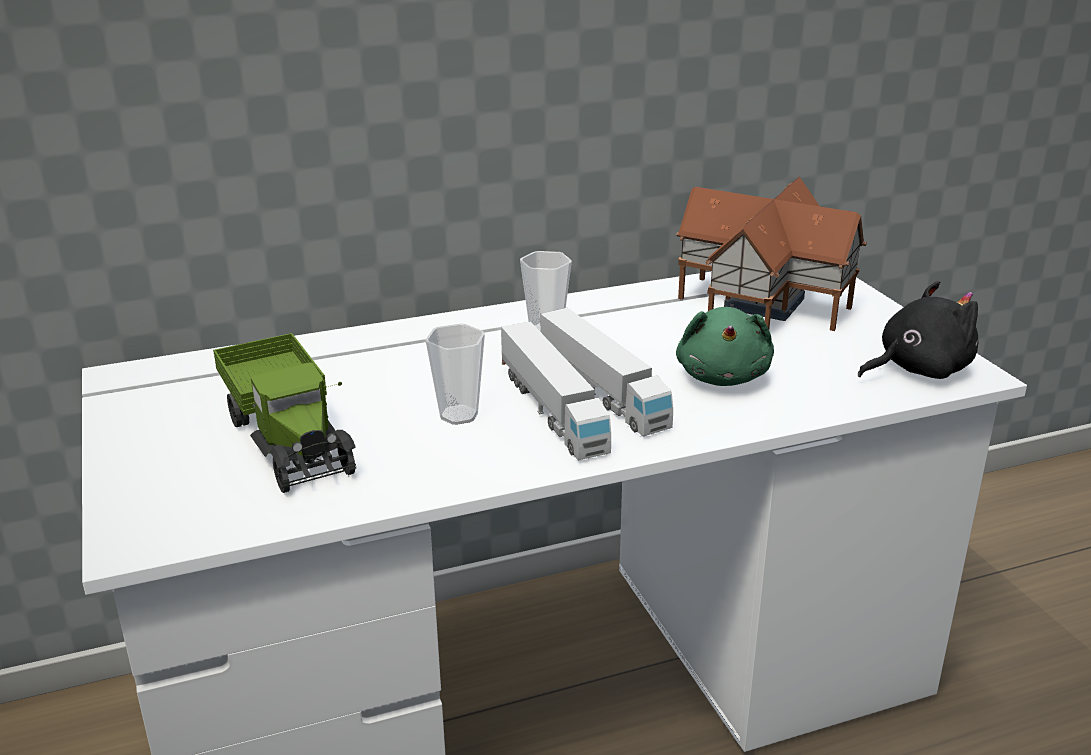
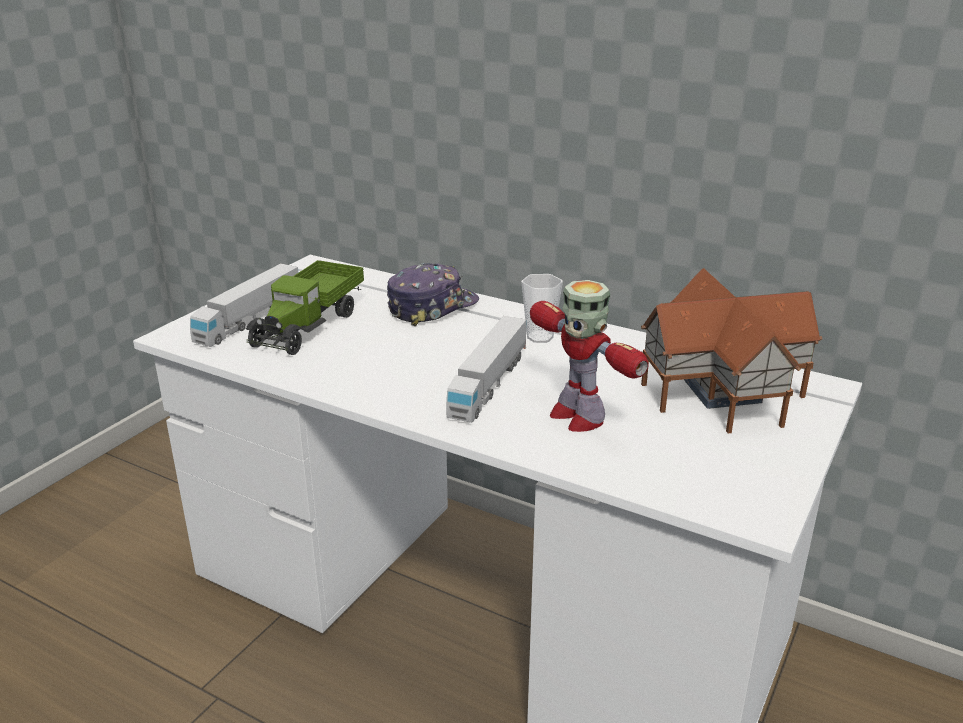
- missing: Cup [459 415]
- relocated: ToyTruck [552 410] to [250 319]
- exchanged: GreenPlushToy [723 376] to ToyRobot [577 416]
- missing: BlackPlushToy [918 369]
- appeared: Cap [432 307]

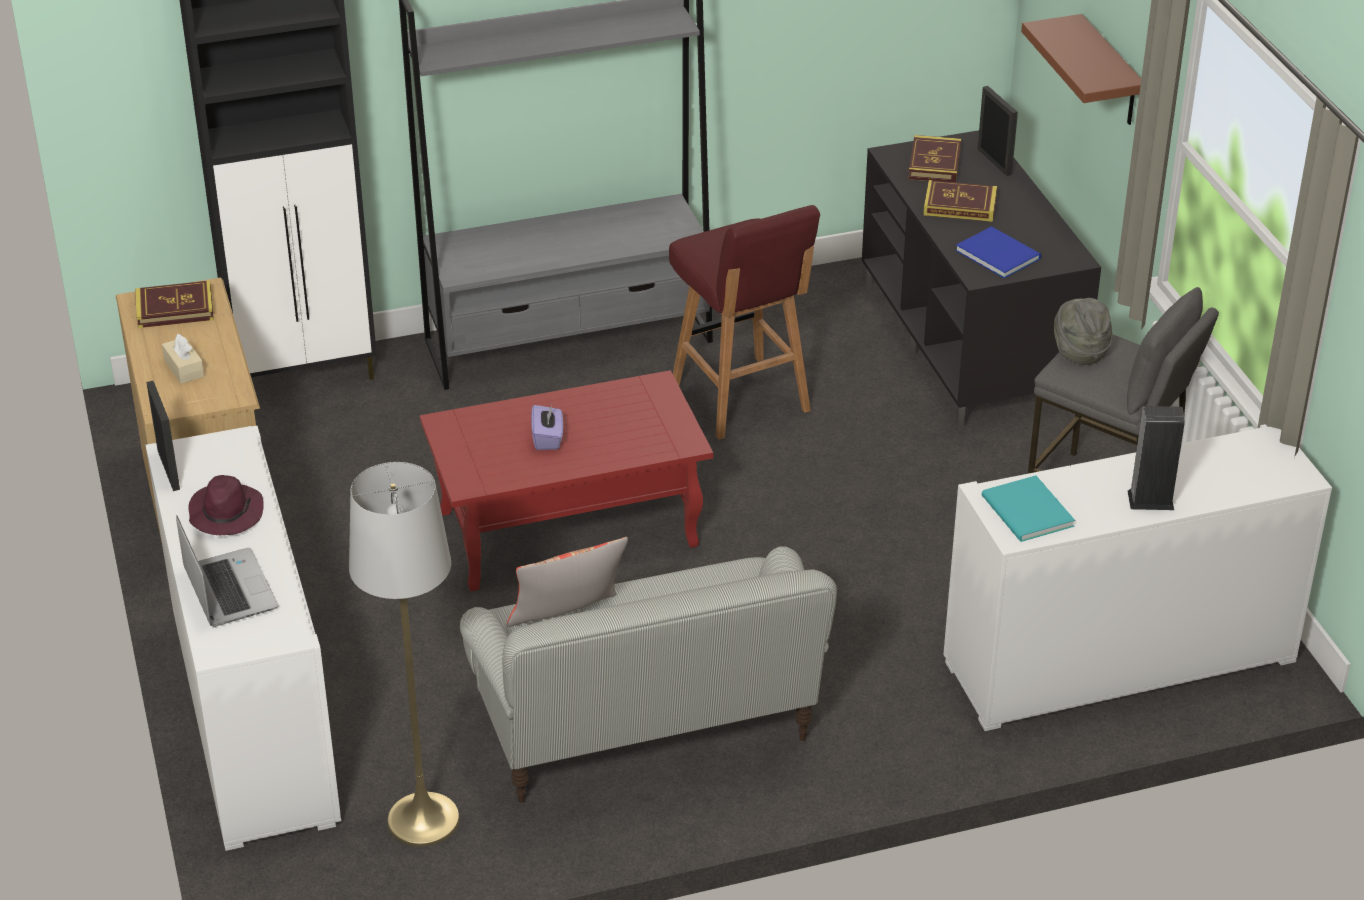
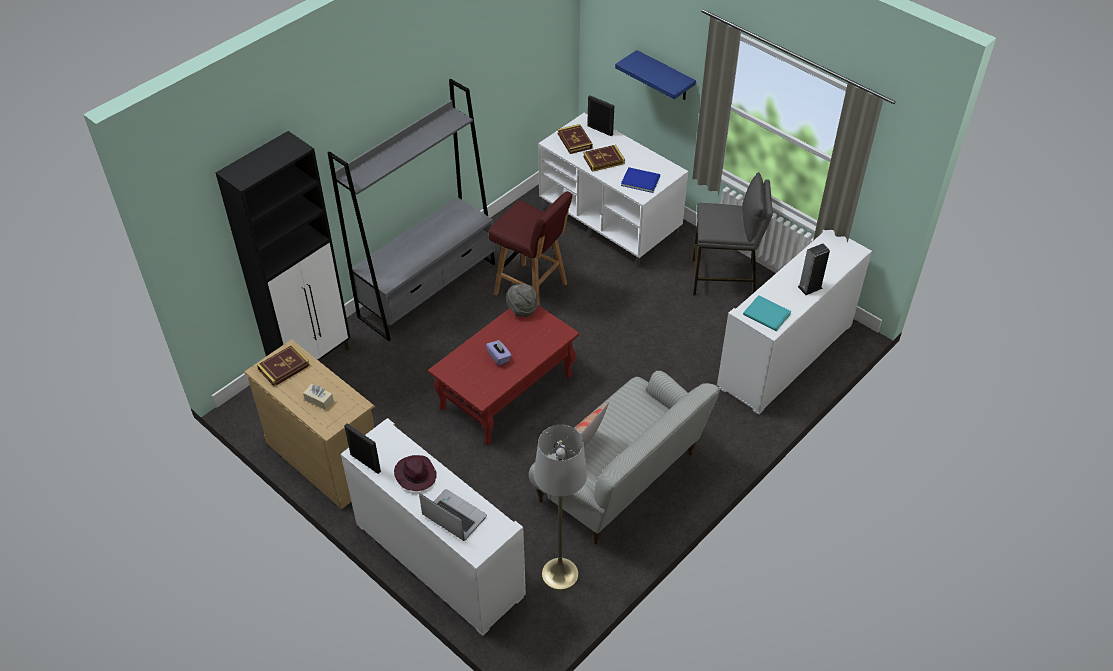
- colour: BlackTvStand [971 346] to WhiteTvStand [611 221]
- colour: BrownShelf [1110 73] to BlueShelf [665 76]
- relocated: GreyHat [1079 352] to [522 309]

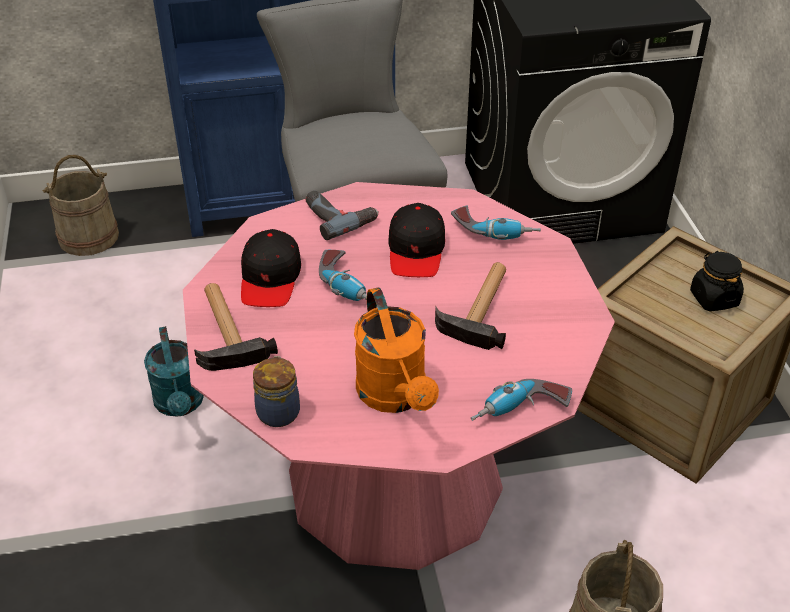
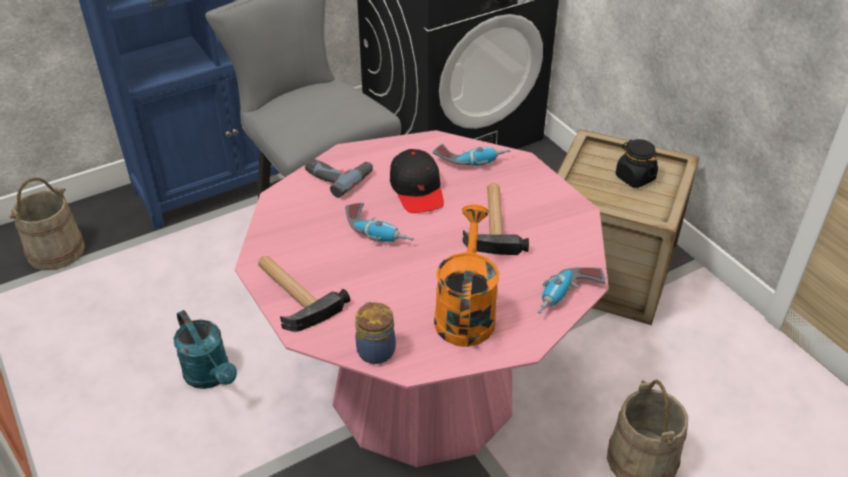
- missing: BlackCap [270 278]
- spun: OrangeWateringCan [396 397] = [465 311] 135 degrees counterclockwise

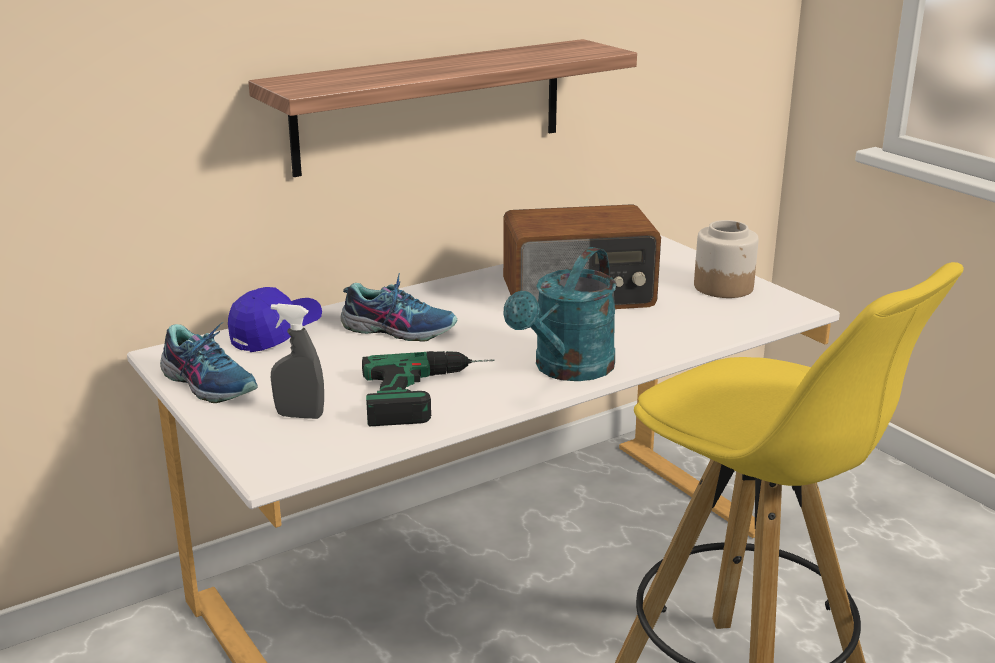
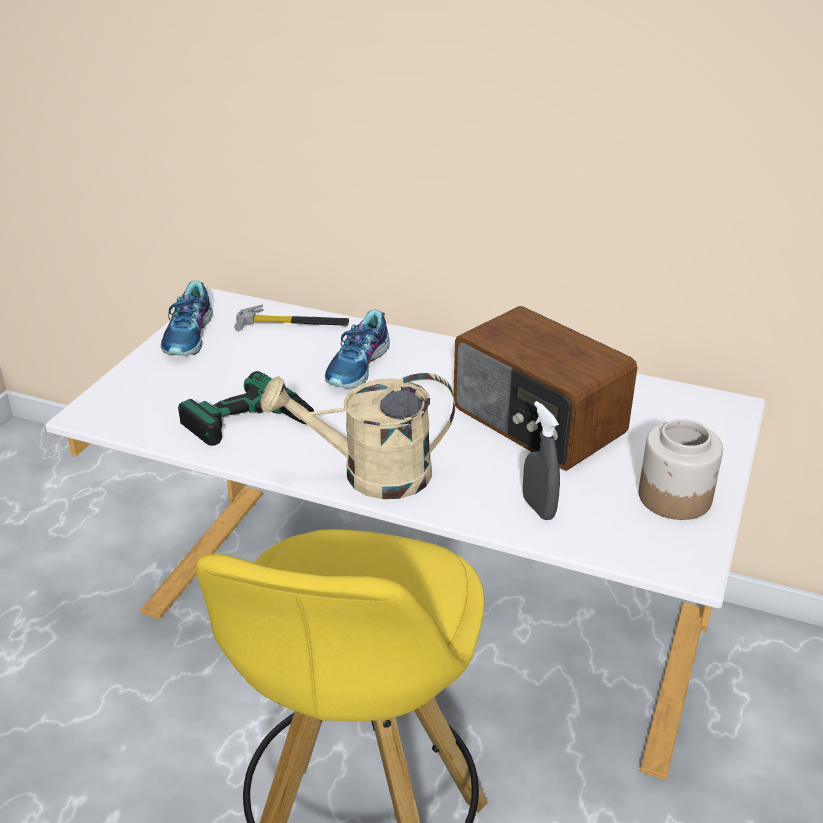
- exchanged: BlueCap [276 334] to Hammer [293 323]
- missing: Shelf [430 106]
- relocated: GreySprayBottle [300 415] to [538 508]
- spun: Shoe [399 329] = [359 366] 45 degrees clockwise
- colour: TurquoiseWateringCan [567 370] to BeigeWateringCan [370 475]

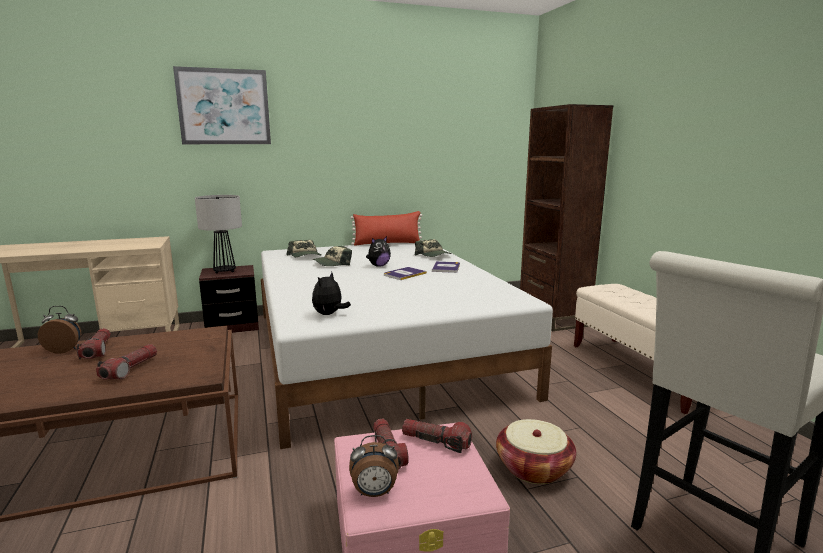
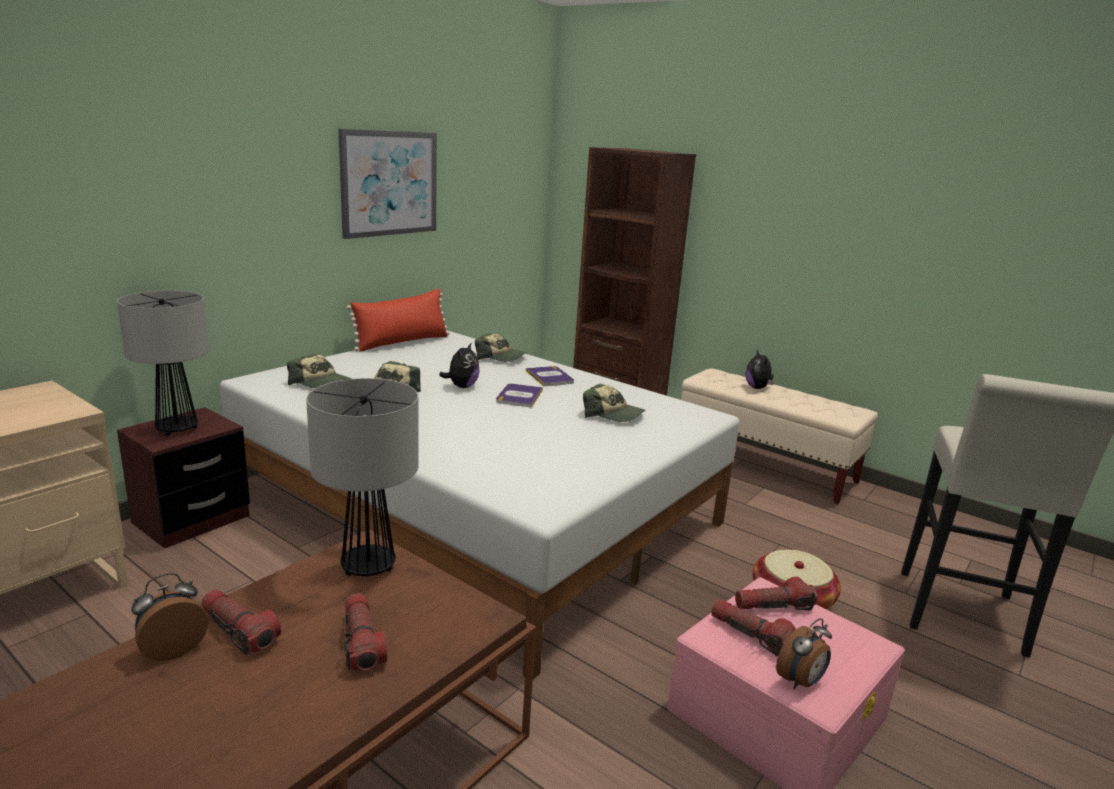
- relocated: Picture [224 107] to [389 183]
- relocated: PlushToy [329 314] to [758 388]
- appeared: TableLamp [368 566]
- appeared: Cap [613 414]

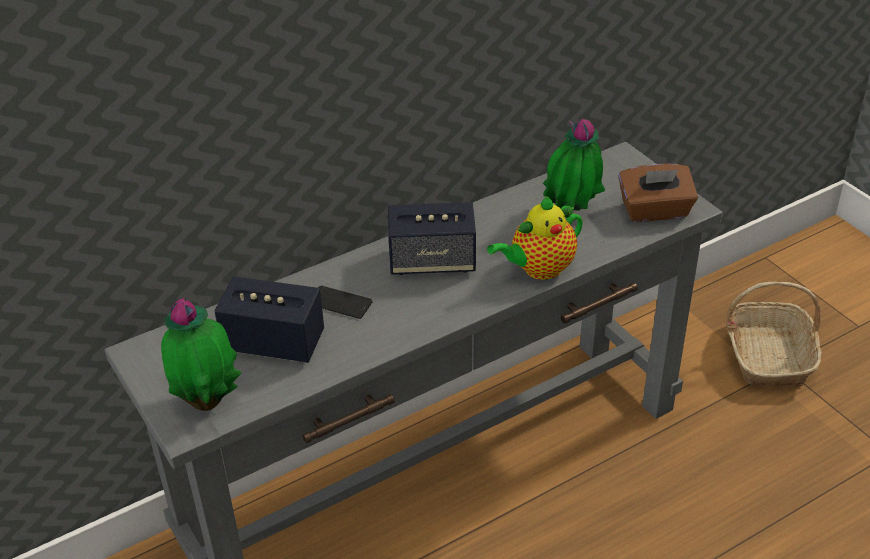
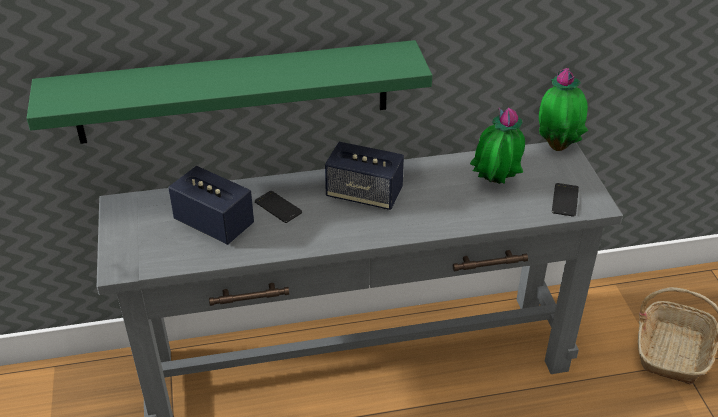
- relocated: PottedPlant [207 400] to [557 146]
- missing: Teapot [539 269]
- exchanged: BrownTissueBox [655 211] to Phone [565 200]
- appeared: GreenShelf [233 92]

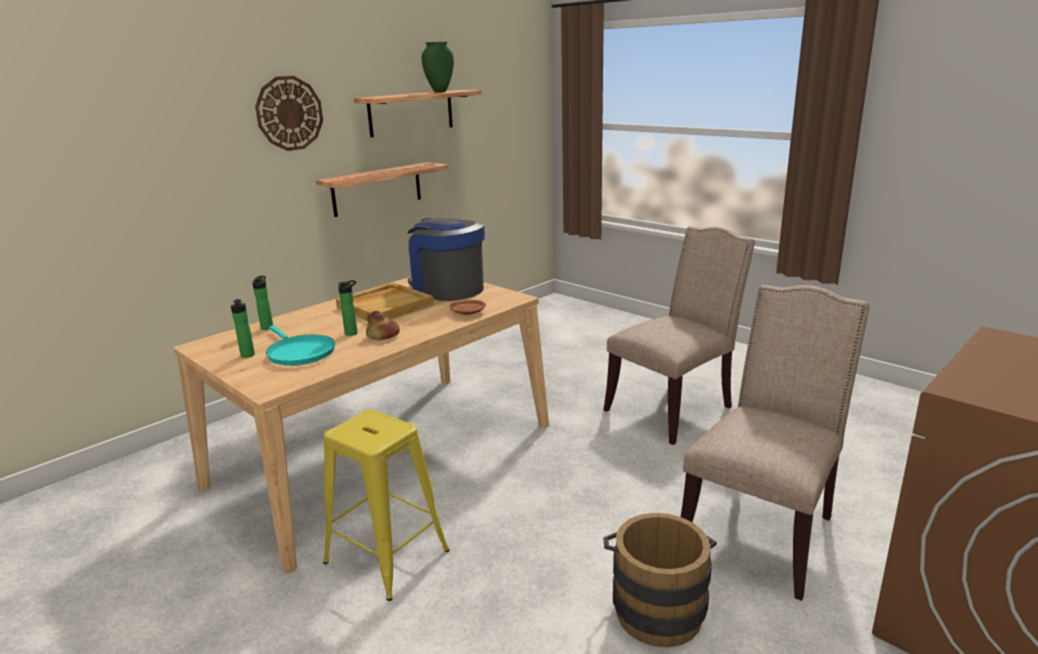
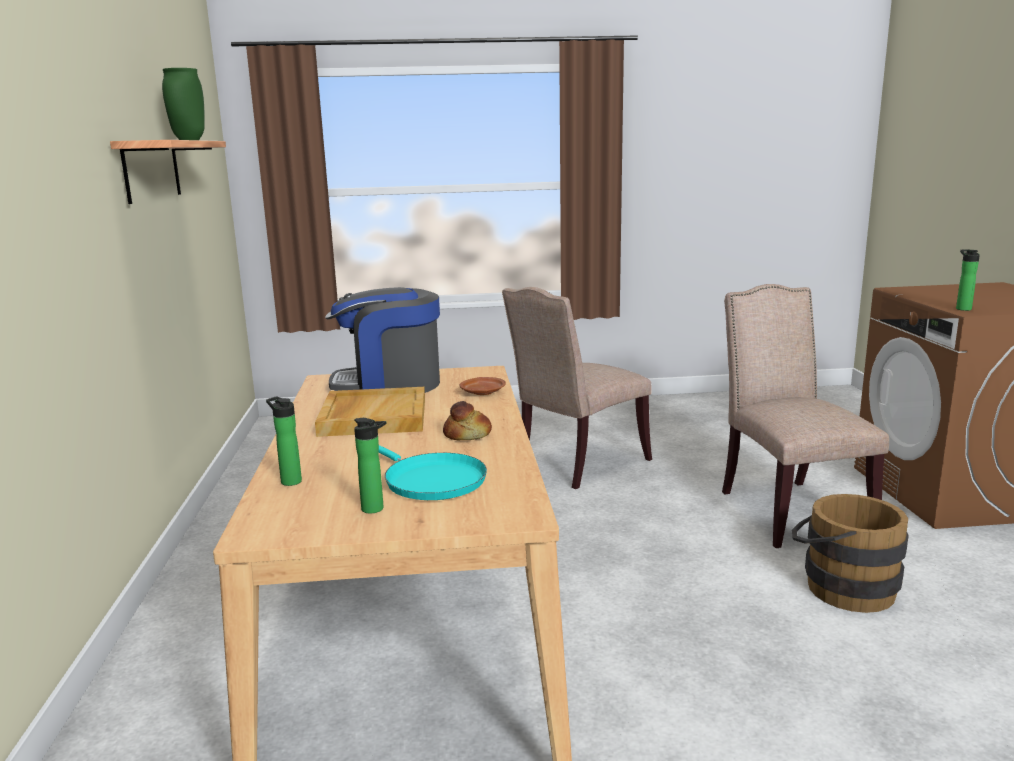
- missing: WallClock [289 113]
- spun: TurquoiseFryingPan [299 353] = [430 480] 45 degrees clockwise
- missing: Shelf [377 189]
- missing: YellowStool [386 556]
- relocated: Bottle [353 333] to [962 309]
- spun: BeigeChair [674 408] = [577 464] 135 degrees counterclockwise

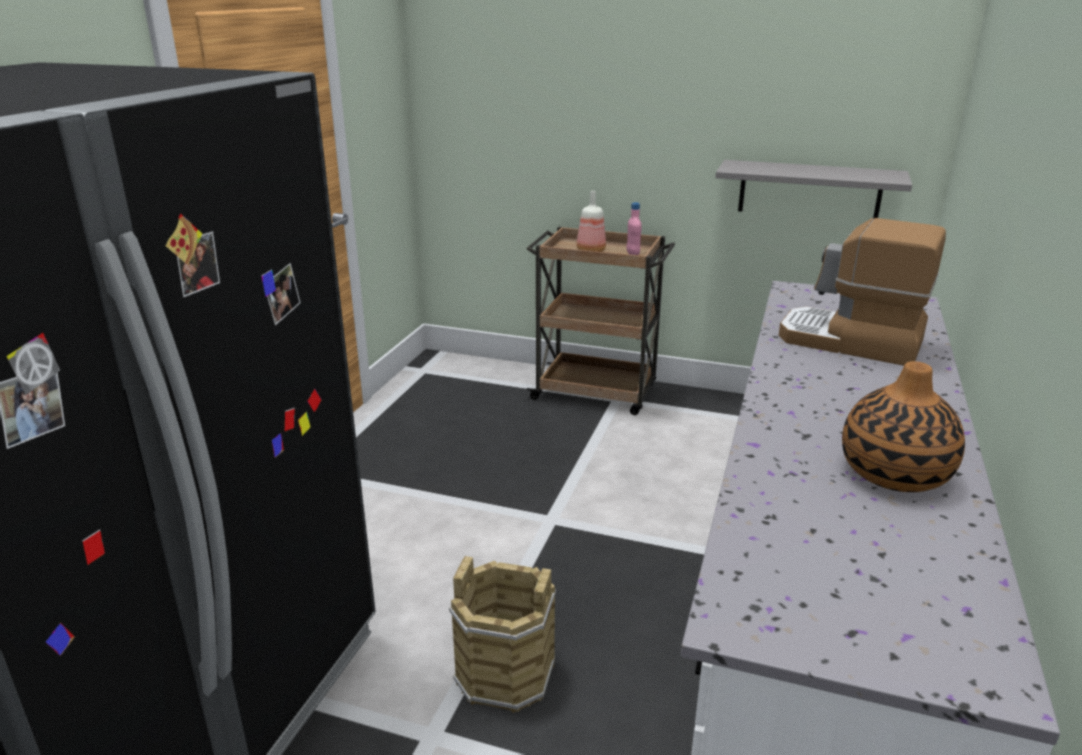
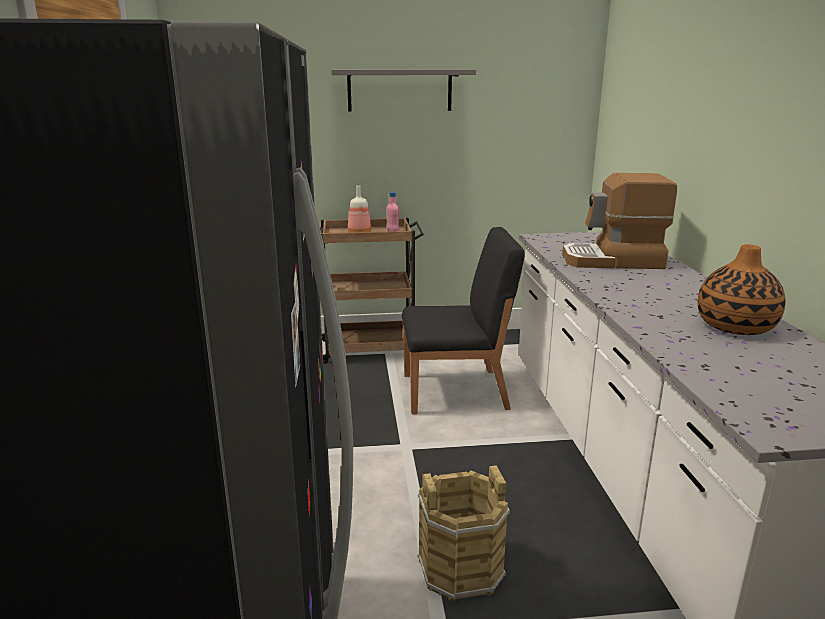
- relocated: GreyShelf [809 190] to [399 90]
- appeared: BlackChair [456 391]

